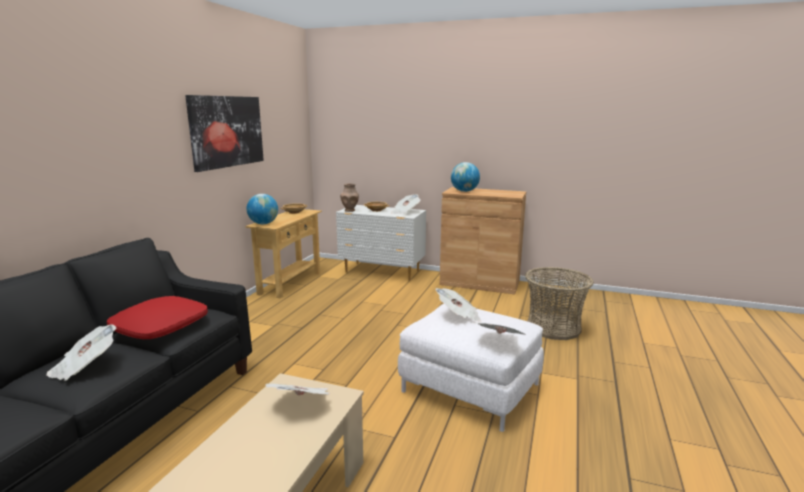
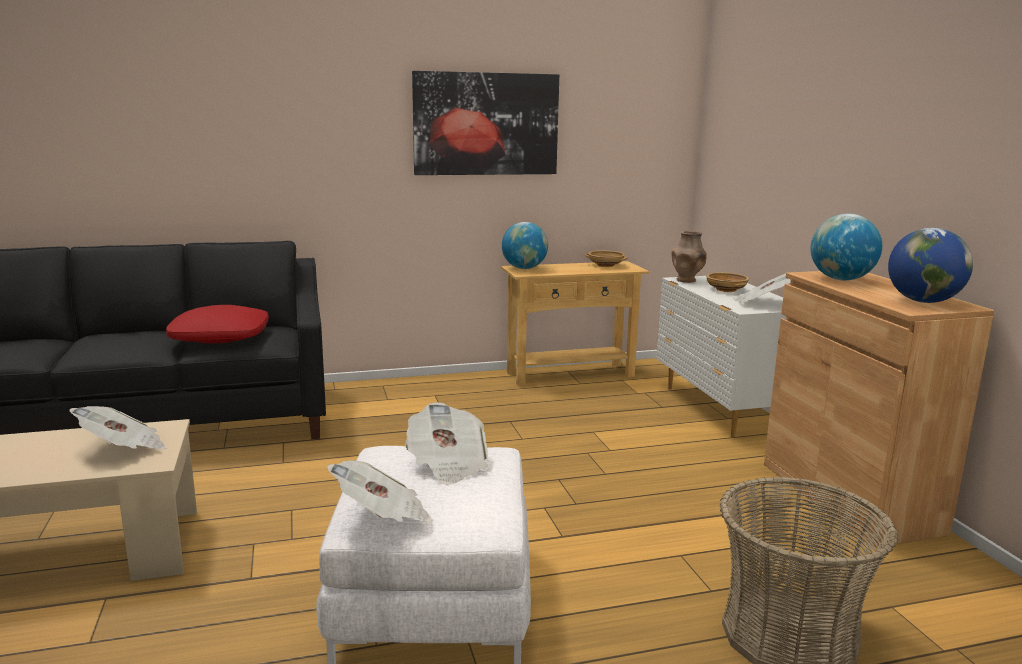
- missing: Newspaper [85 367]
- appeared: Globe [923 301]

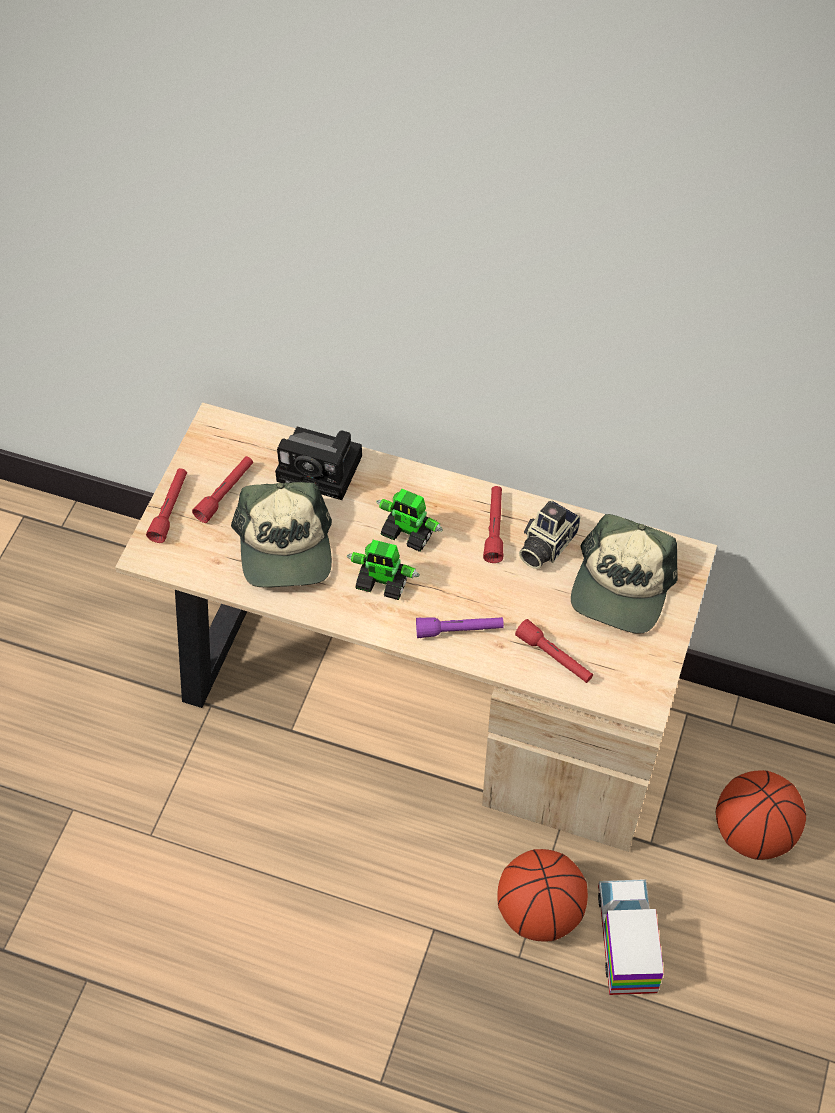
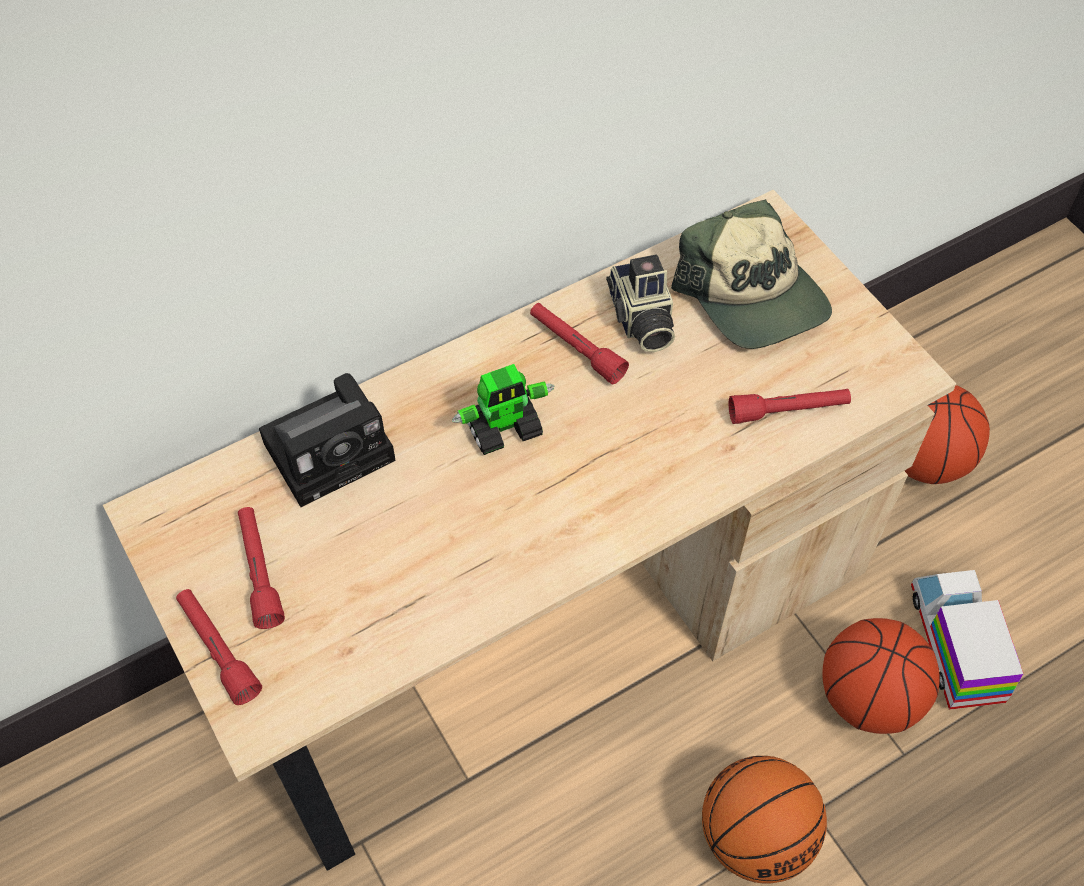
- missing: Cap [285 548]
- missing: ToyRobot [383 581]
- missing: PurpleFlashlight [459 630]
- spun: ToyTruck [626 940] = [955 645] 45 degrees clockwise
- appeared: Basketball [755 836]

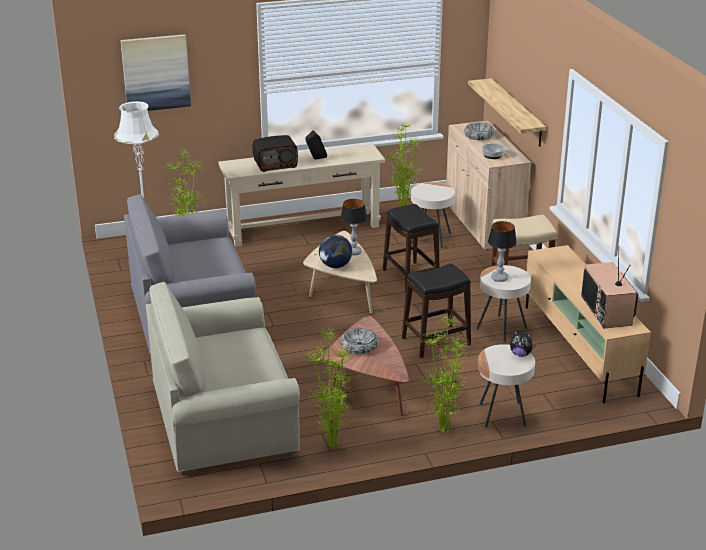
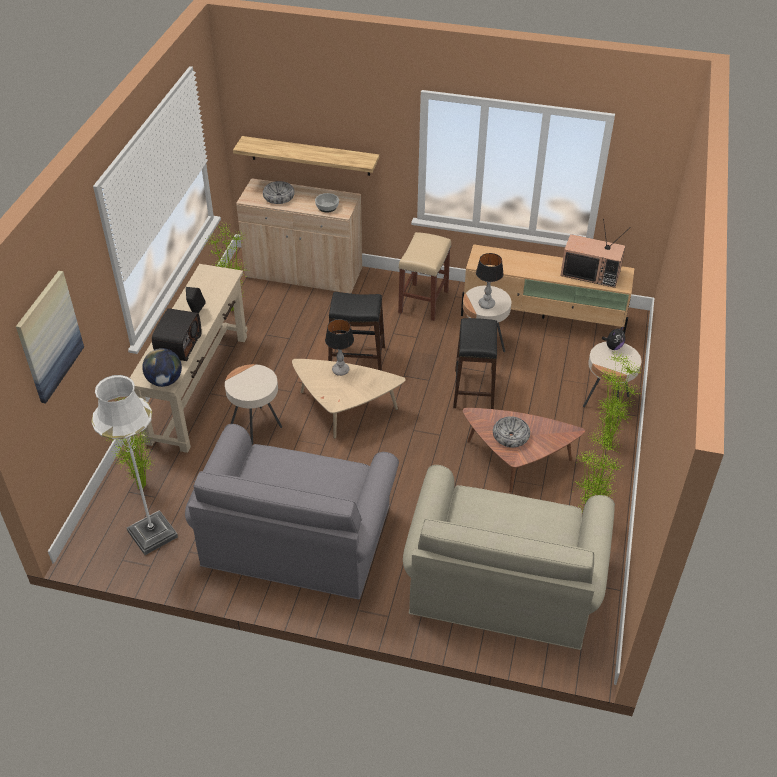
- relocated: Globe [335 266] to [165 381]
- relocated: BeigeSideTable [431 238] to [256 425]

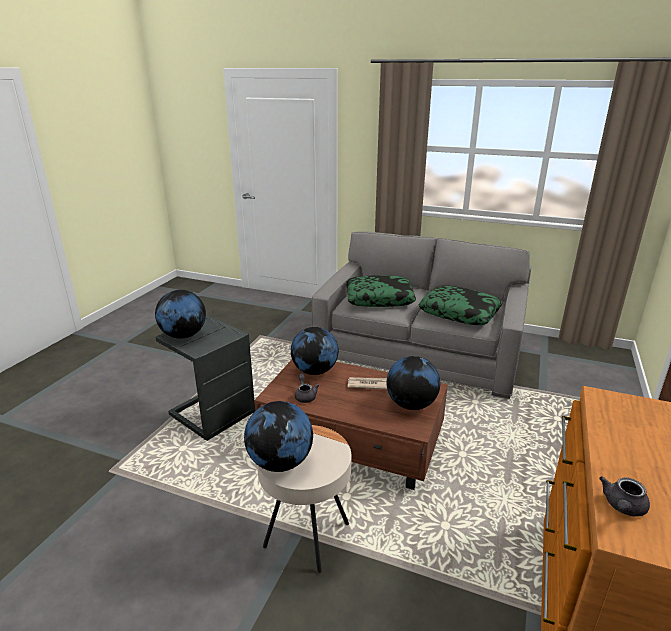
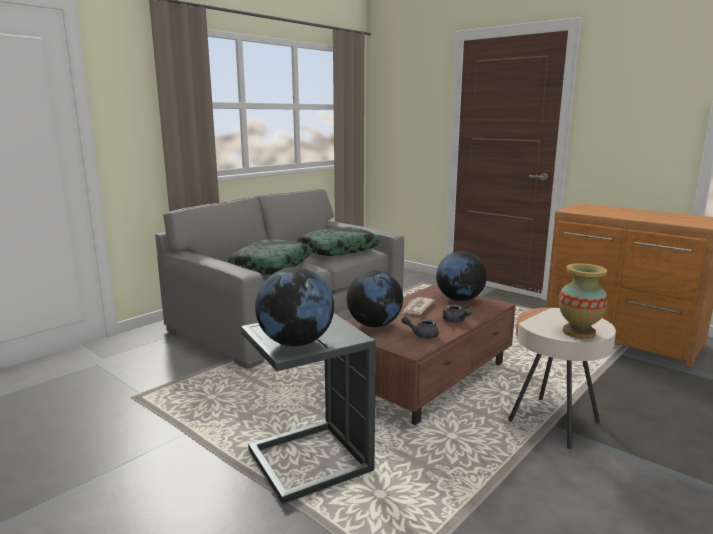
- exchanged: Globe [280 462] to Vase [578 332]
- relocated: GreyTeapot [622 507] to [455 321]

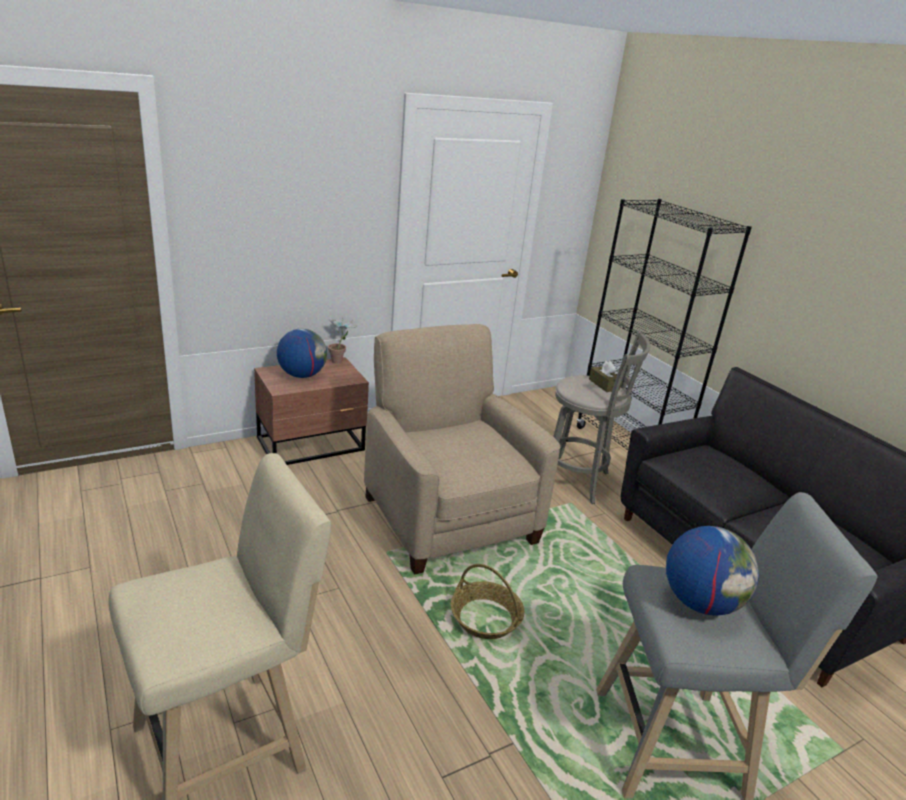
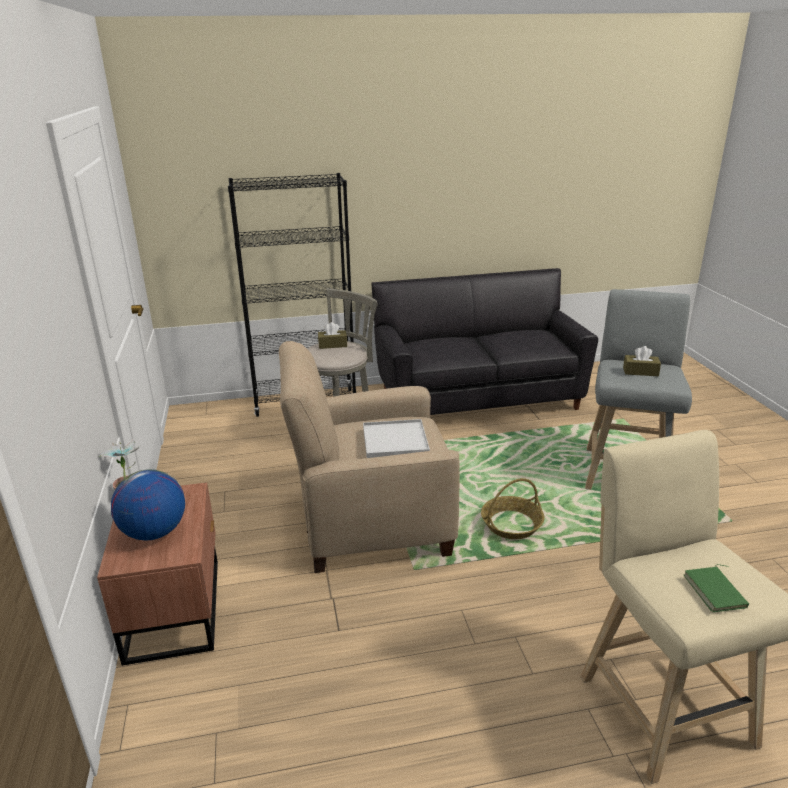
- exchanged: Globe [700 602] to BrownTissueBox [640 372]
- appeared: WhiteTray [395 443]
- appeared: GreenBook [716 591]

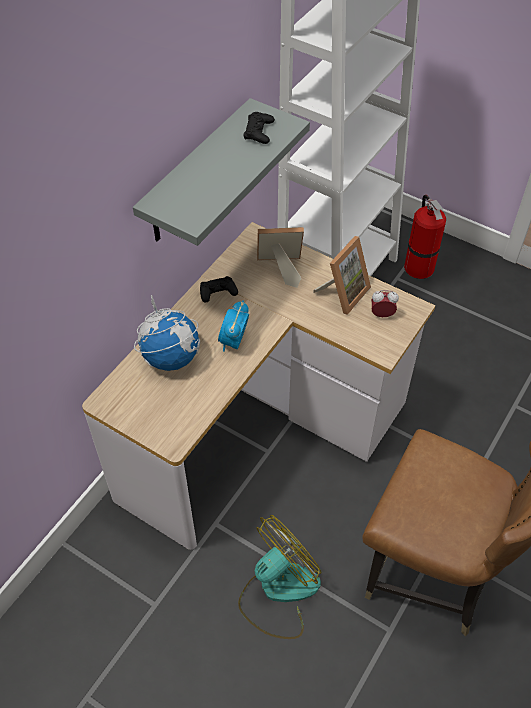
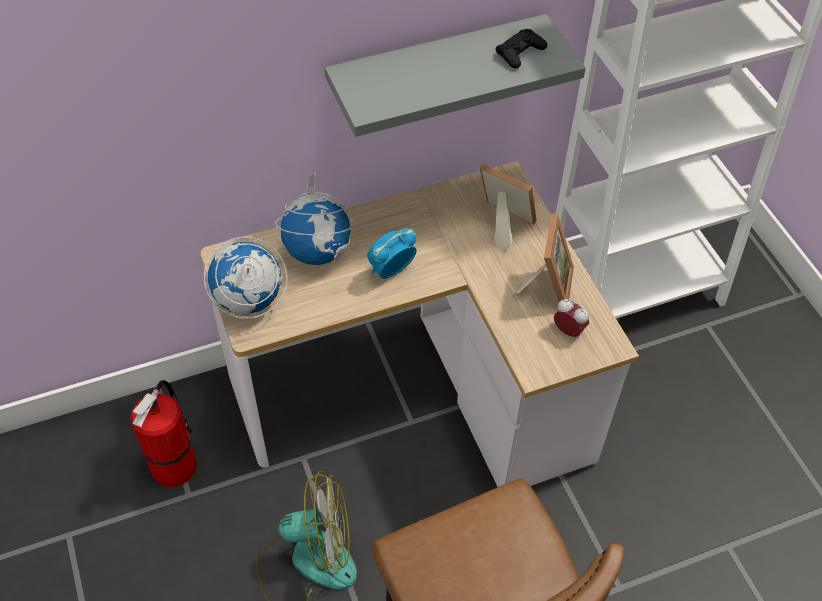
- missing: BlackGameController [218 292]
- spun: PictureFrame [343 293] = [546 285] 60 degrees counterclockwise
- relocated: FireExtinguisher [418 266] to [175 464]
- appeared: Globe [248 301]

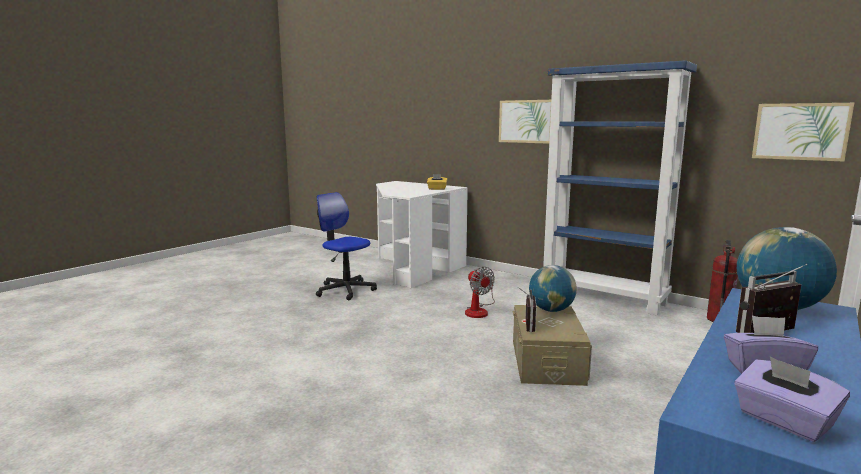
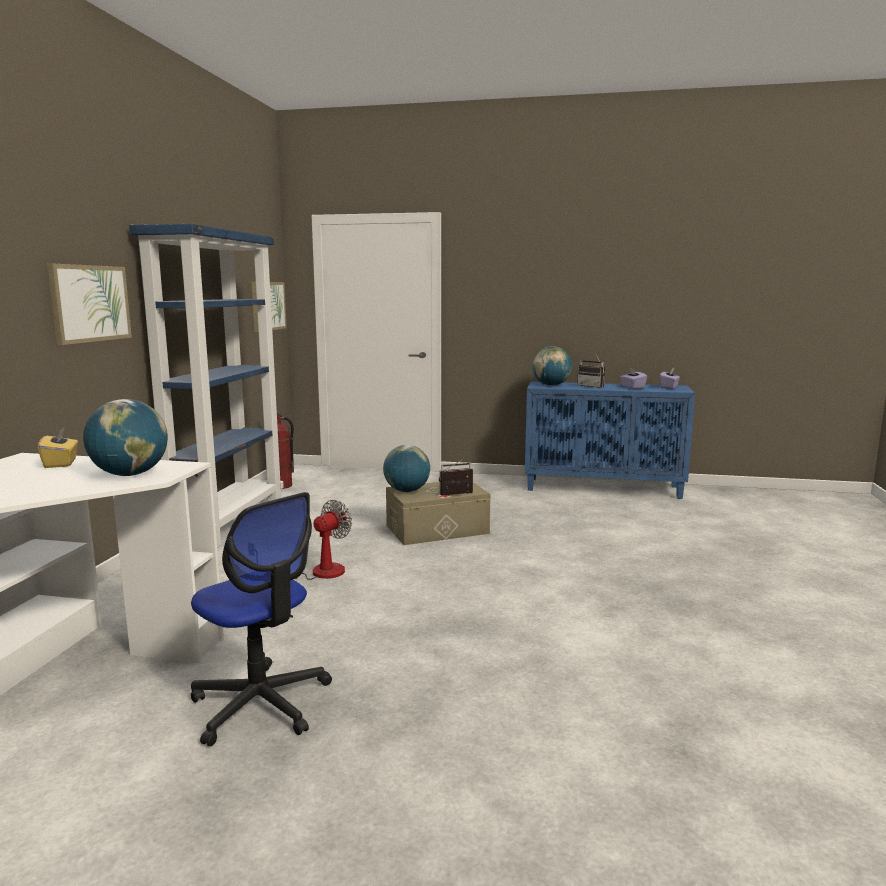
- spun: OfficeChair [345 290] = [261 704] 60 degrees counterclockwise
- appeared: Globe [130 474]

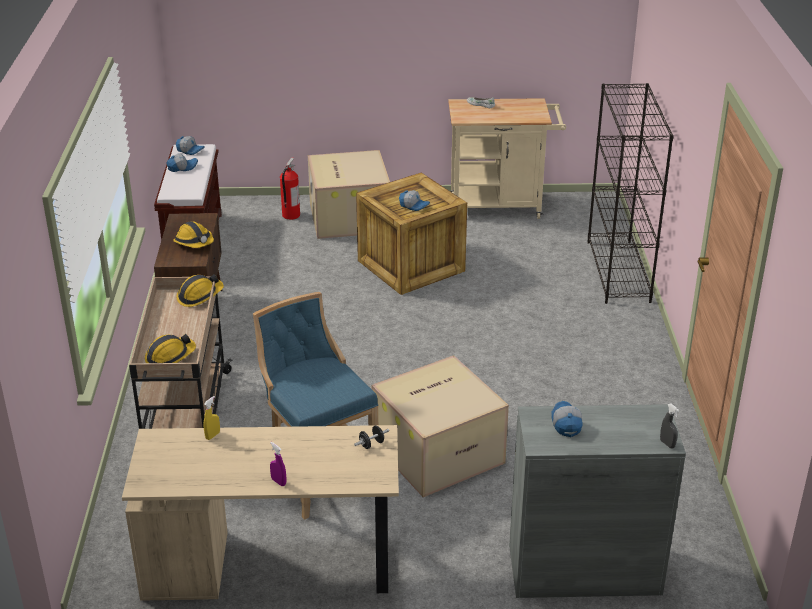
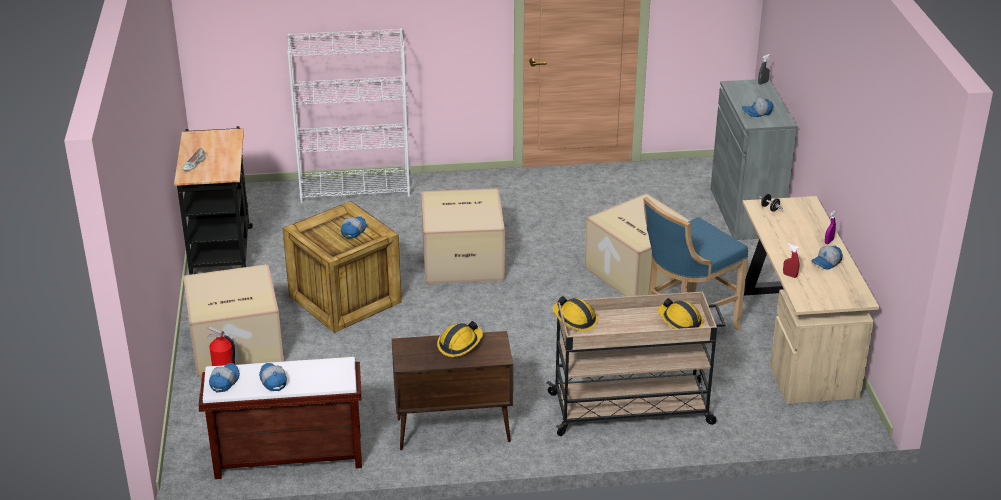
- colour: YellowSprayBottle [212 435] to RedSprayBottle [790 275]
- colour: BeigeCart [501 206] to BlackCart [221 249]
- colour: BlackBookcase [618 271] to WhiteBookcase [355 189]
- appeared: CardboardBox [464 259]
- appeared: Cap [826 263]

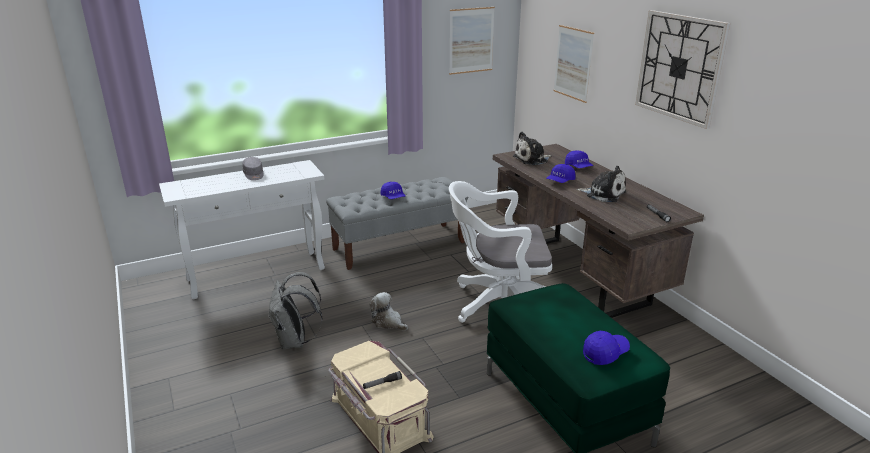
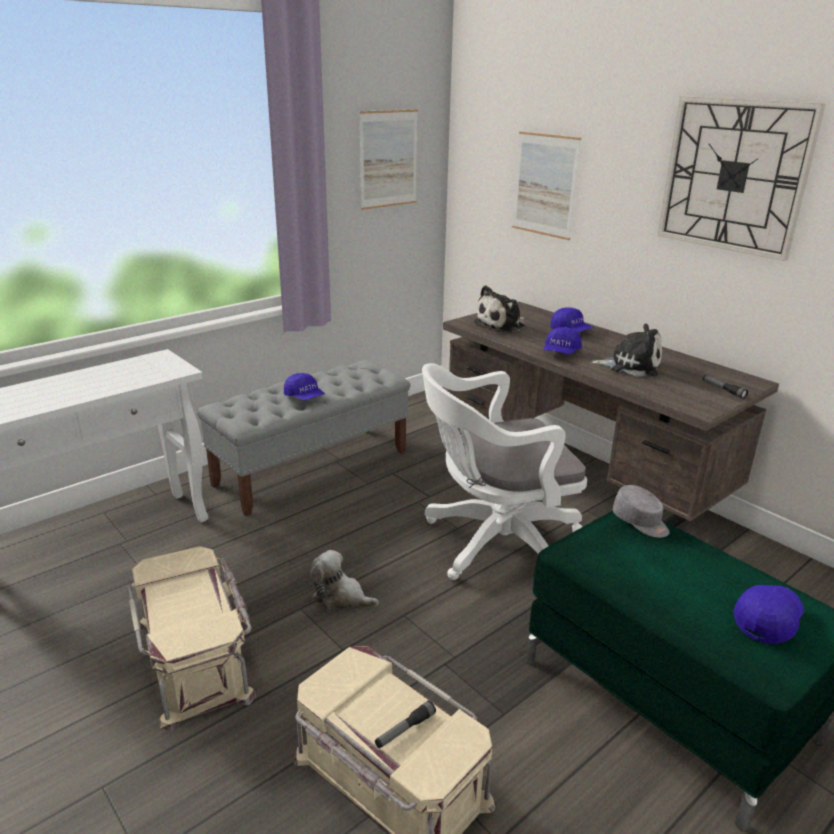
- relocated: GreyCap [254 175] to [640 522]
- exchanged: GreyBackpack [295 341] to BeigeStorageBox [196 657]

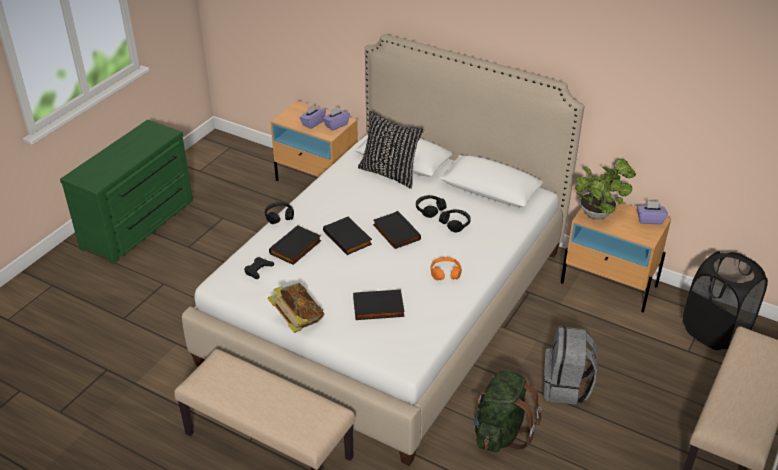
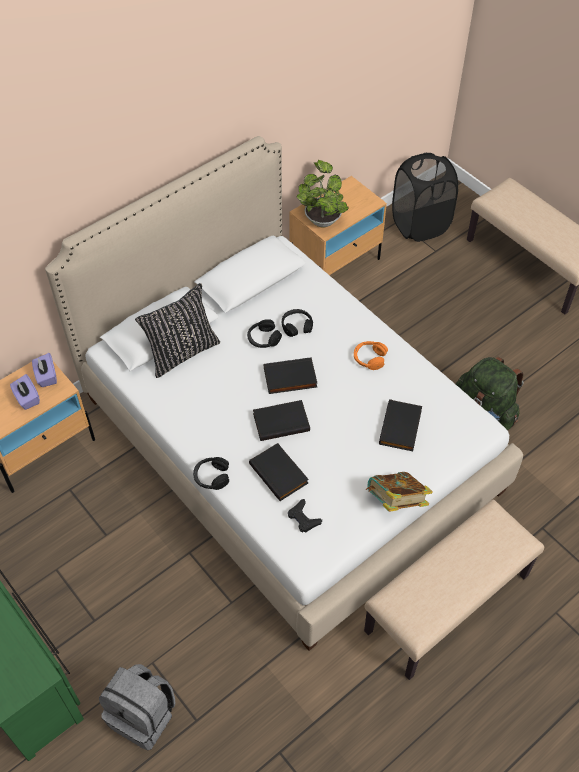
- relocated: GreyBackpack [566 387] to [143 716]
- missing: PurpleTissueBox [650 220]

